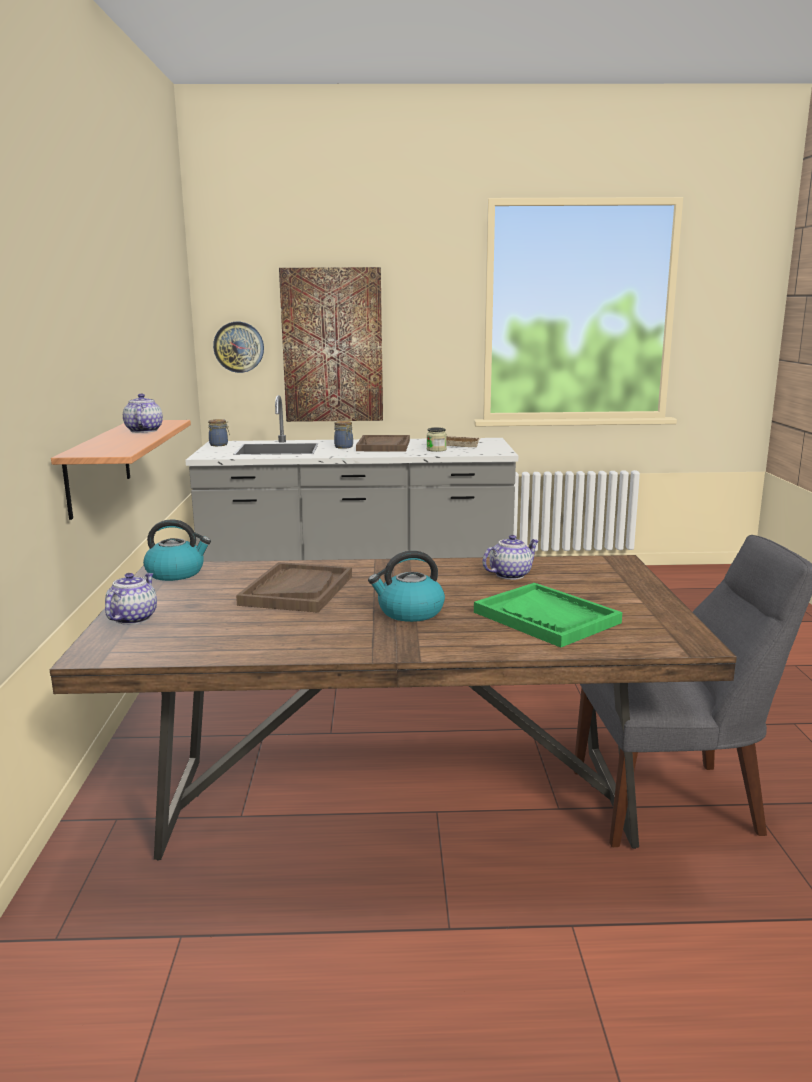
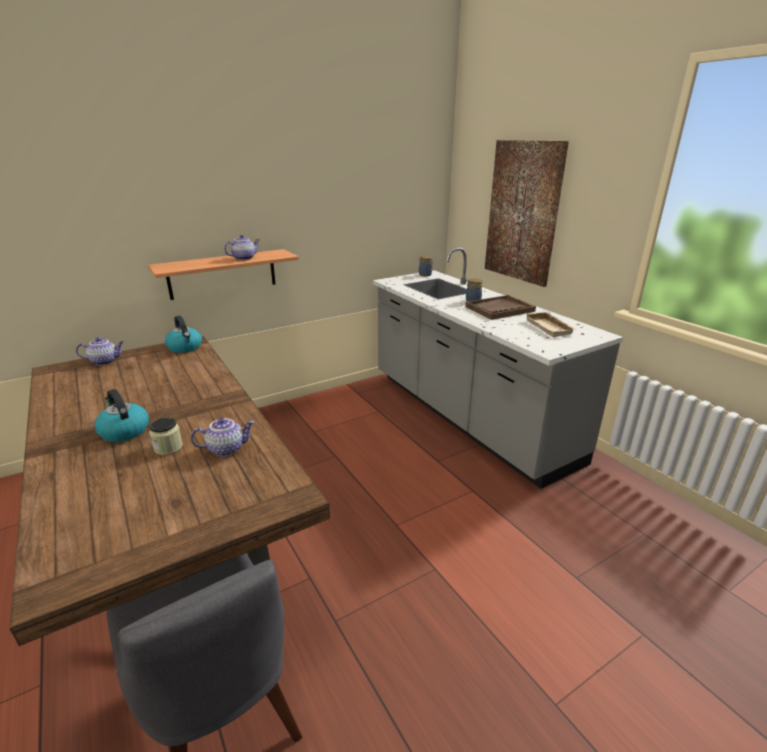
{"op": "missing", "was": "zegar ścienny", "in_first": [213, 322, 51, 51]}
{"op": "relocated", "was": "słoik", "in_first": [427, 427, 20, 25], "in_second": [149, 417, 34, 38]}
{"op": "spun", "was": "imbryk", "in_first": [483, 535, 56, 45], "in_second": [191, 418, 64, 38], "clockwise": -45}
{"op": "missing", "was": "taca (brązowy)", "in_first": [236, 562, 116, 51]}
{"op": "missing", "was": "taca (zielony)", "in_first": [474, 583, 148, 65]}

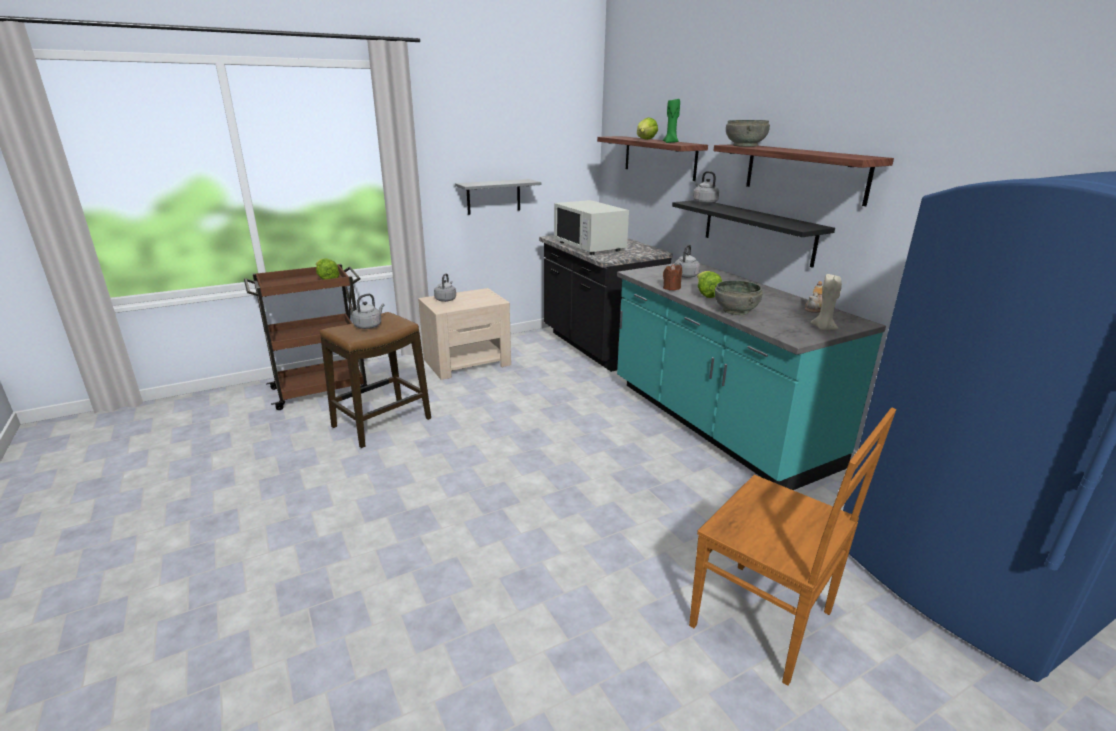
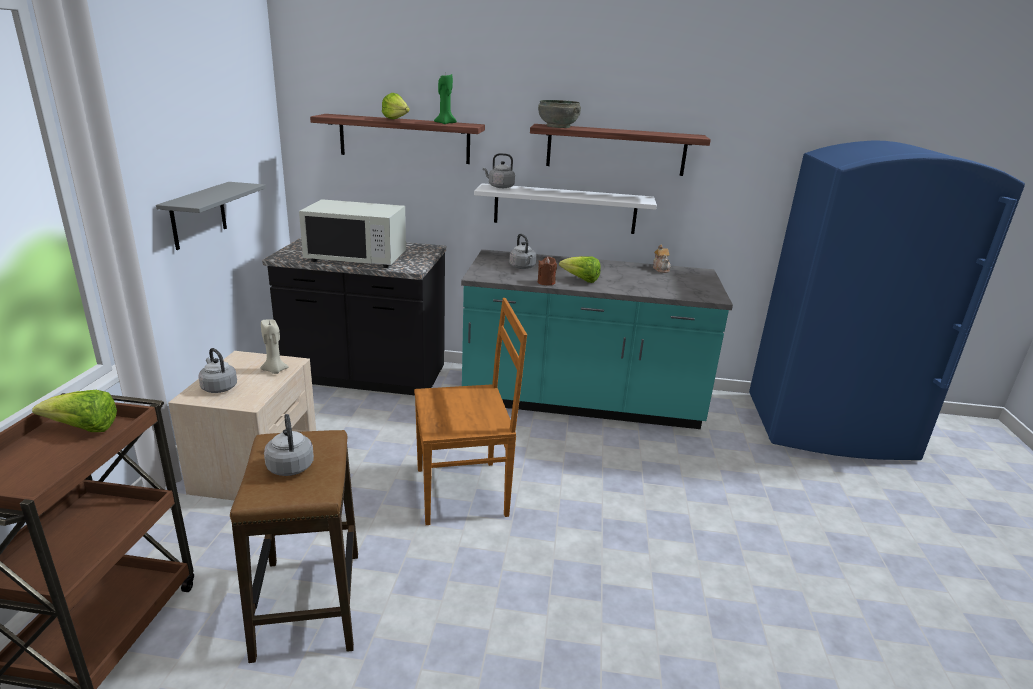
{"op": "colour", "was": "półka (czarny)", "now": "półka (biały)", "in_first": [672, 200, 163, 68], "in_second": [474, 183, 183, 51]}
{"op": "relocated", "was": "świeca (beżowy)", "in_first": [811, 274, 31, 57], "in_second": [261, 320, 28, 54]}
{"op": "missing", "was": "miska (szary)", "in_first": [715, 280, 48, 35]}
{"op": "relocated", "was": "krzesło (brązowy)", "in_first": [689, 408, 207, 278], "in_second": [414, 298, 113, 227]}

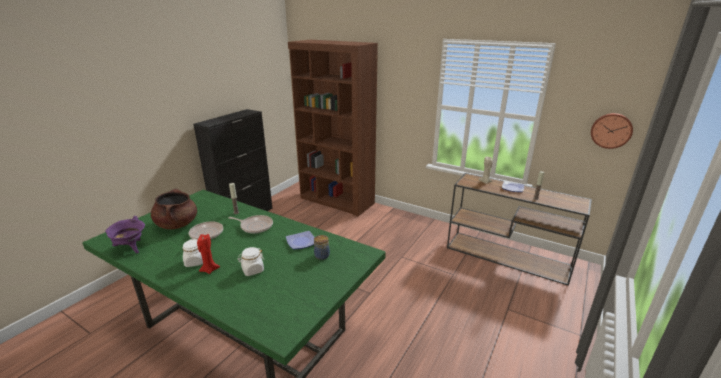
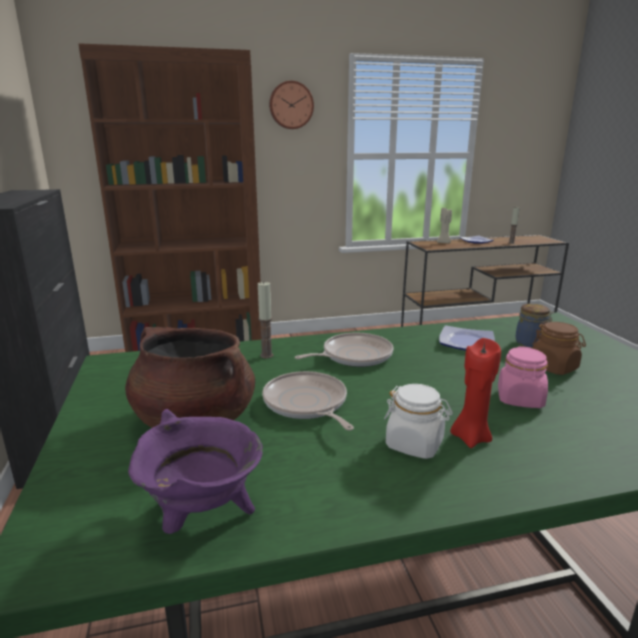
{"op": "relocated", "was": "zegar ścienny", "in_first": [591, 113, 42, 36], "in_second": [269, 81, 45, 48]}
{"op": "colour", "was": "słoik (biały)", "now": "słoik (różowy)", "in_first": [237, 247, 28, 29], "in_second": [498, 346, 50, 62]}
{"op": "appeared", "now": "słoik (brązowy)", "in_second": [532, 321, 54, 54]}

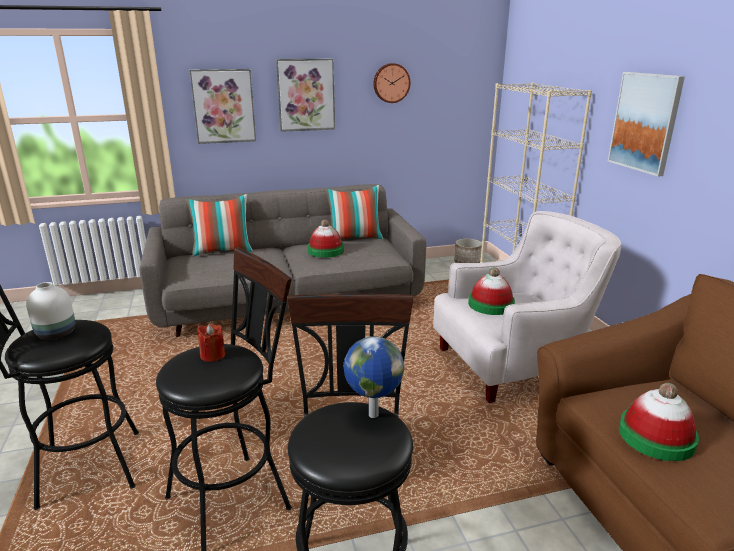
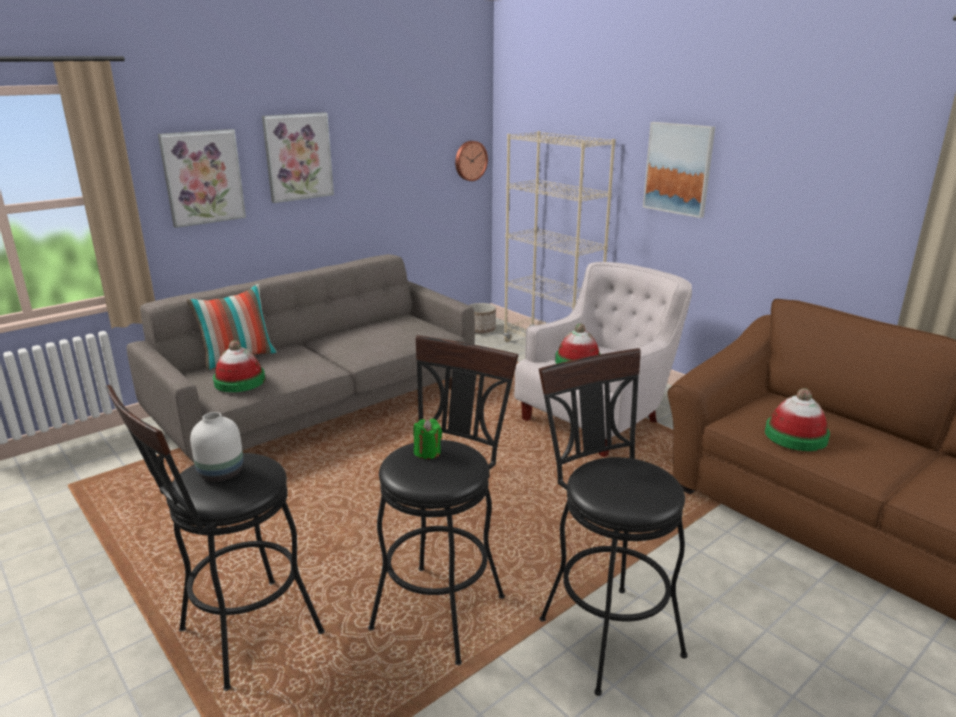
{"op": "relocated", "was": "zegar ścienny", "in_first": [374, 63, 37, 40], "in_second": [455, 141, 33, 40]}
{"op": "missing", "was": "poduszka", "in_first": [325, 185, 58, 54]}
{"op": "relocated", "was": "kapelusz", "in_first": [307, 220, 37, 38], "in_second": [213, 340, 52, 52]}
{"op": "colour", "was": "świeca (czerwony)", "now": "świeca (zielony)", "in_first": [197, 324, 28, 38], "in_second": [414, 419, 28, 40]}
{"op": "missing", "was": "globus", "in_first": [344, 336, 60, 82]}

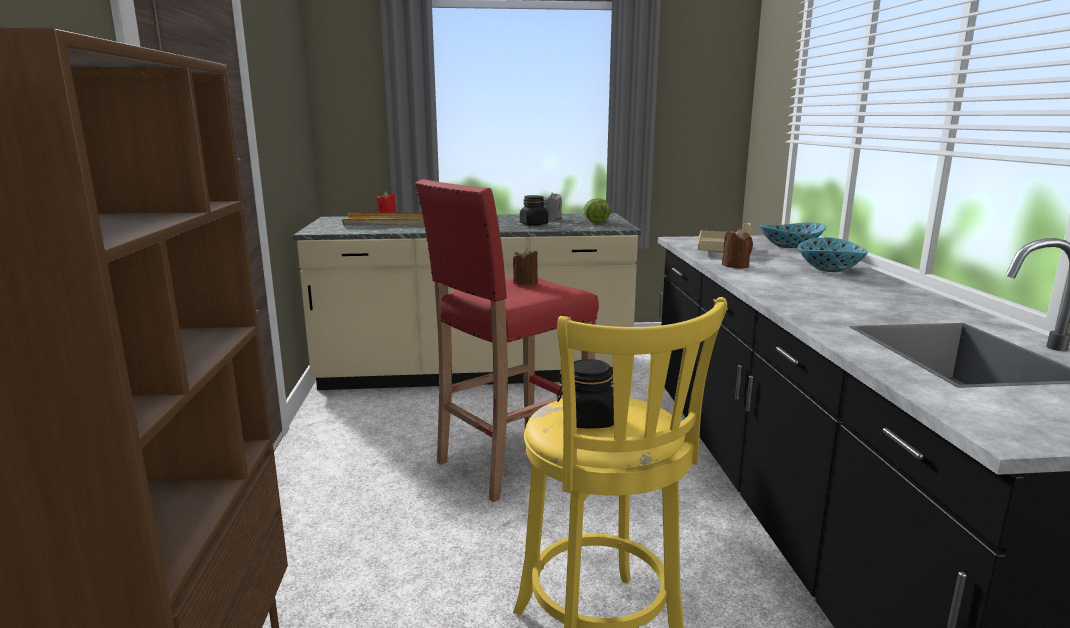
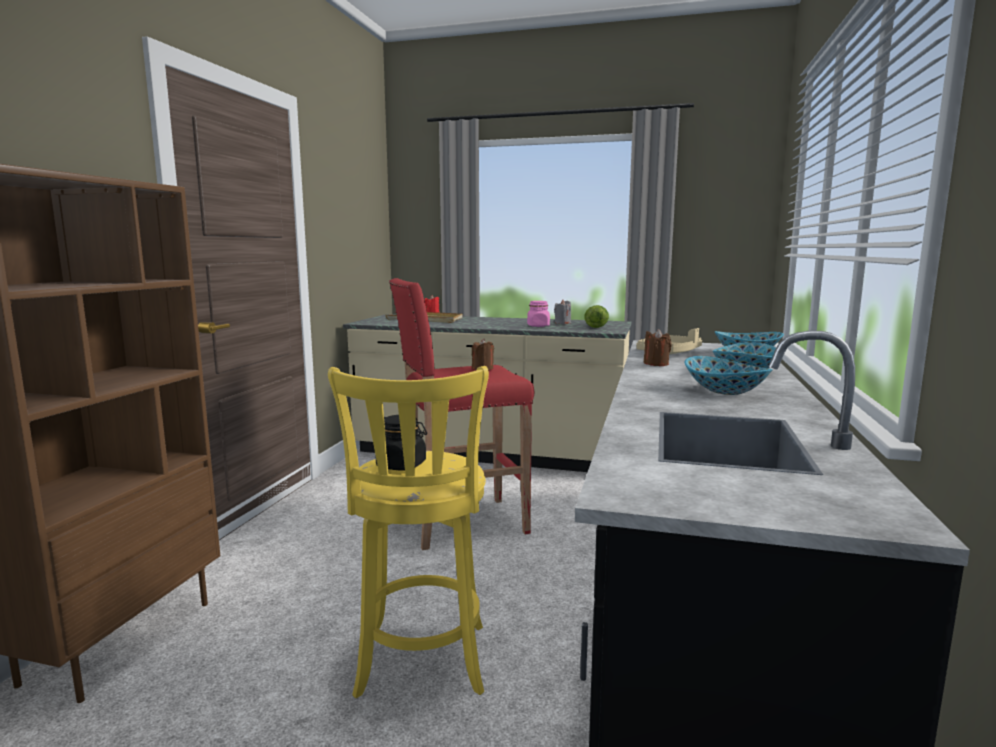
{"op": "colour", "was": "słoik (czarny)", "now": "słoik (różowy)", "in_first": [520, 195, 28, 31], "in_second": [527, 301, 23, 26]}
{"op": "appeared", "now": "miska", "in_second": [684, 356, 89, 39]}

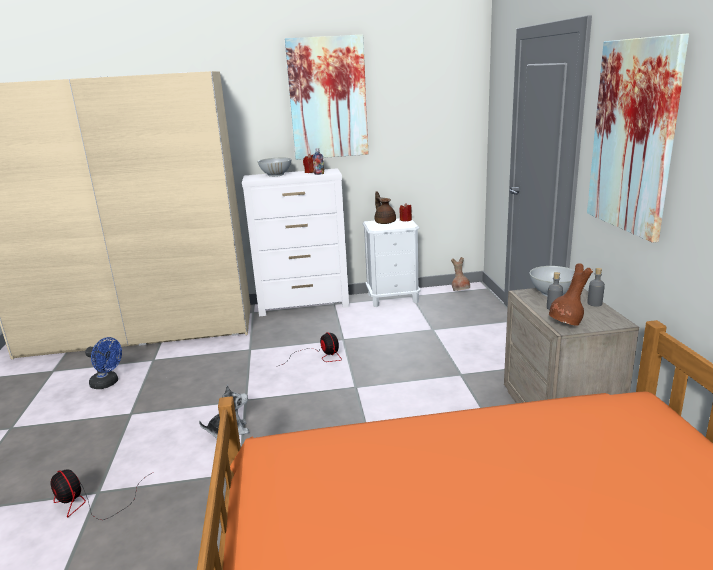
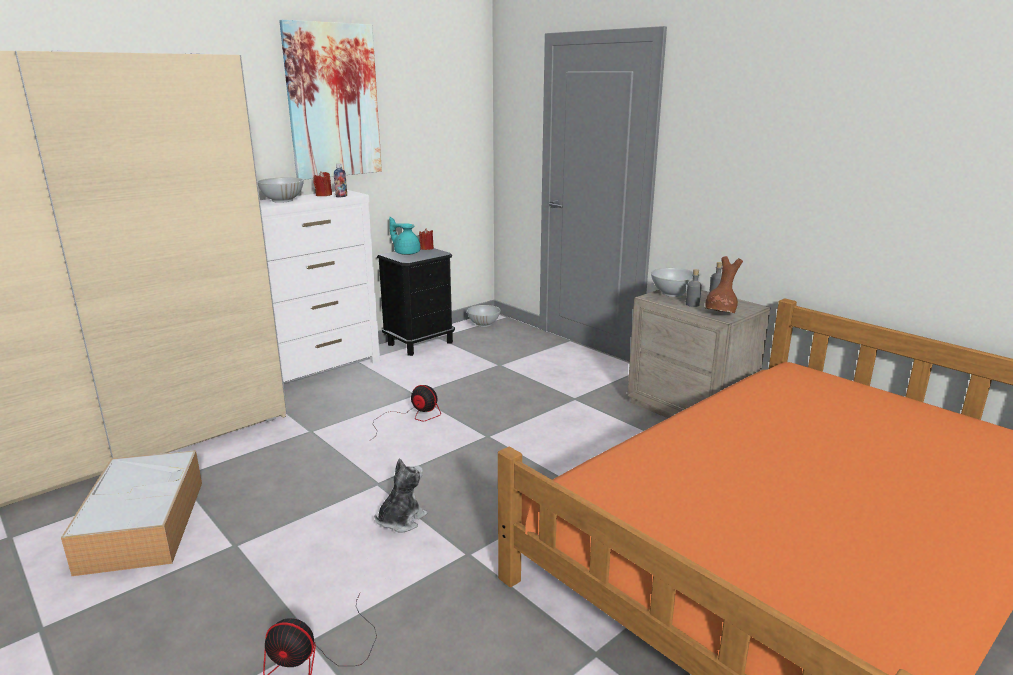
{"op": "missing", "was": "obraz", "in_first": [587, 34, 102, 209]}
{"op": "colour", "was": "imbryk (brązowy)", "now": "imbryk (turkusowy)", "in_first": [374, 191, 22, 33], "in_second": [389, 217, 31, 38]}
{"op": "colour", "was": "szafka nocna (biały)", "now": "szafka nocna (czarny)", "in_first": [362, 218, 59, 89], "in_second": [377, 248, 78, 108]}
{"op": "exchanged", "was": "wazon (brązowy)", "now": "miska (biały)", "in_first": [451, 257, 19, 34], "in_second": [467, 305, 34, 22]}
{"op": "exchanged", "was": "wentylator (niebieski)", "now": "pojemnik do przechowywania", "in_first": [85, 337, 37, 52], "in_second": [61, 450, 141, 126]}

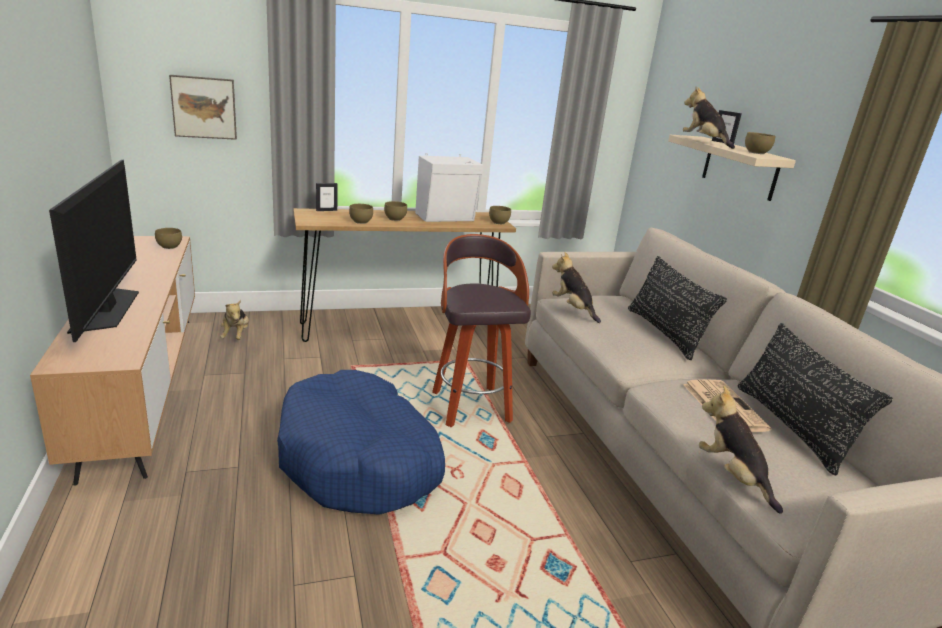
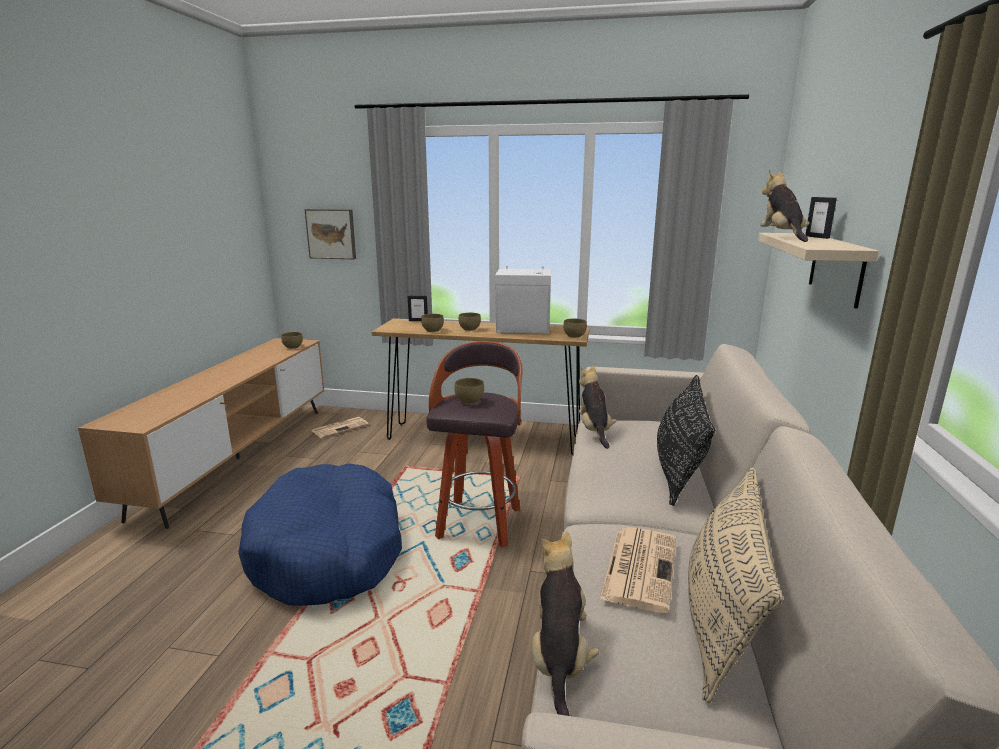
{"op": "relocated", "was": "miska (brązowy)", "in_first": [745, 132, 31, 22], "in_second": [454, 378, 30, 26]}
{"op": "missing", "was": "telewizor", "in_first": [49, 160, 90, 182]}
{"op": "exchanged", "was": "pluszak", "now": "gazeta", "in_first": [220, 300, 29, 40], "in_second": [312, 417, 57, 21]}
{"op": "colour", "was": "poduszka (czarny)", "now": "poduszka (beżowy)", "in_first": [738, 323, 155, 152], "in_second": [688, 467, 95, 236]}

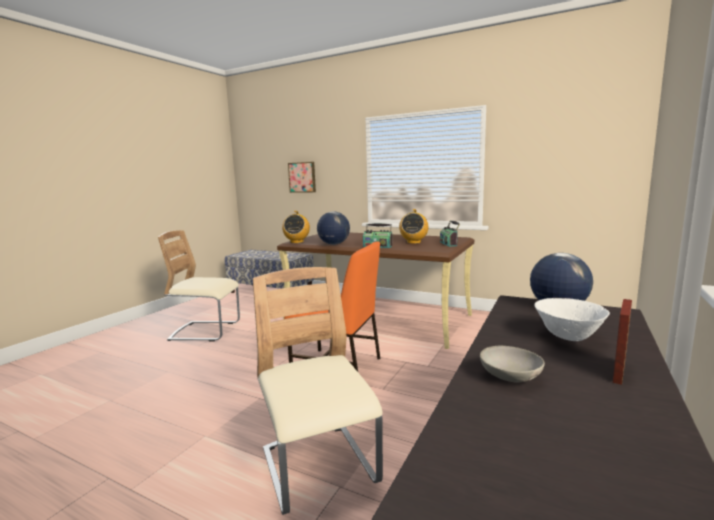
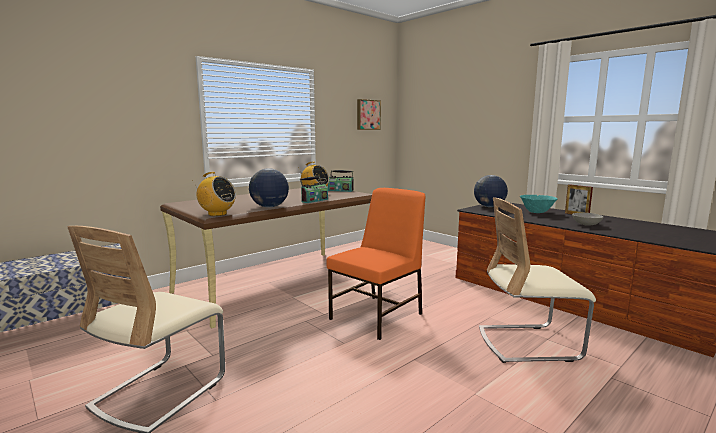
{"op": "relocated", "was": "obraz", "in_first": [288, 162, 28, 31], "in_second": [357, 99, 24, 31]}
{"op": "colour", "was": "miska (biały)", "now": "miska (turkusowy)", "in_first": [534, 298, 76, 43], "in_second": [520, 195, 38, 18]}

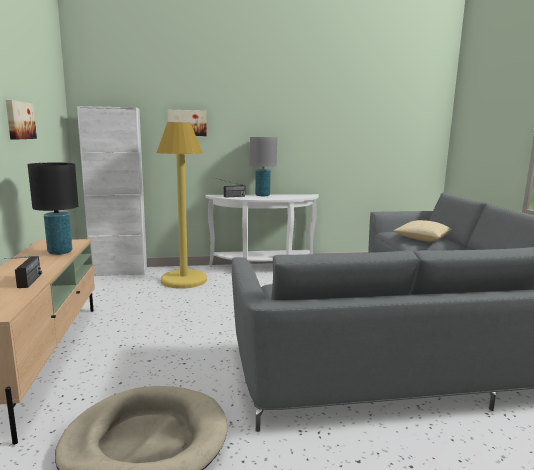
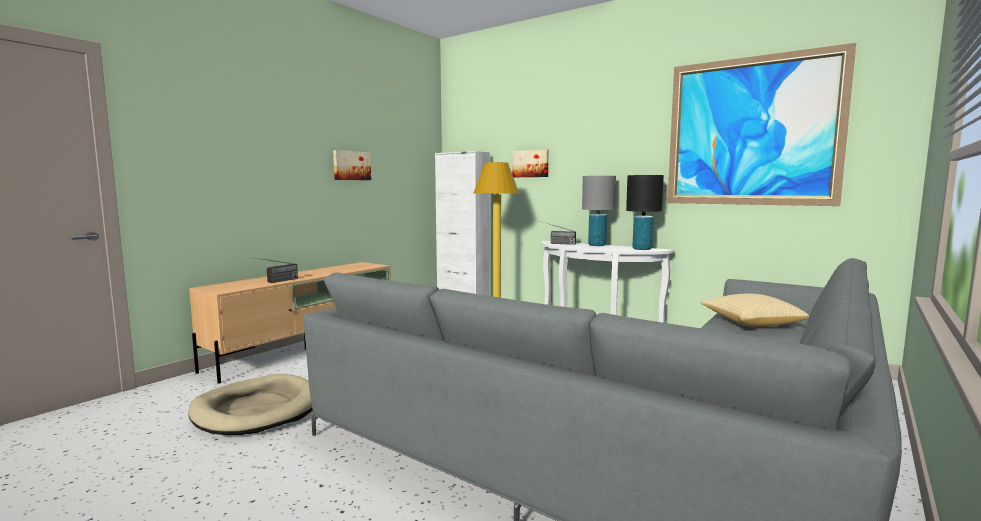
{"op": "relocated", "was": "lampa stołowa (czarny)", "in_first": [27, 163, 51, 92], "in_second": [626, 175, 38, 75]}
{"op": "appeared", "now": "obraz", "in_second": [667, 43, 189, 163]}

